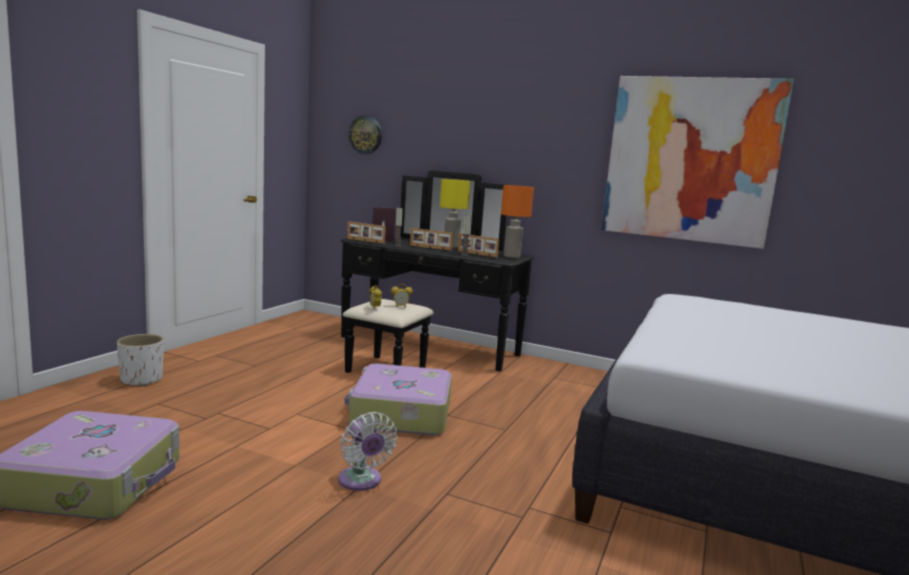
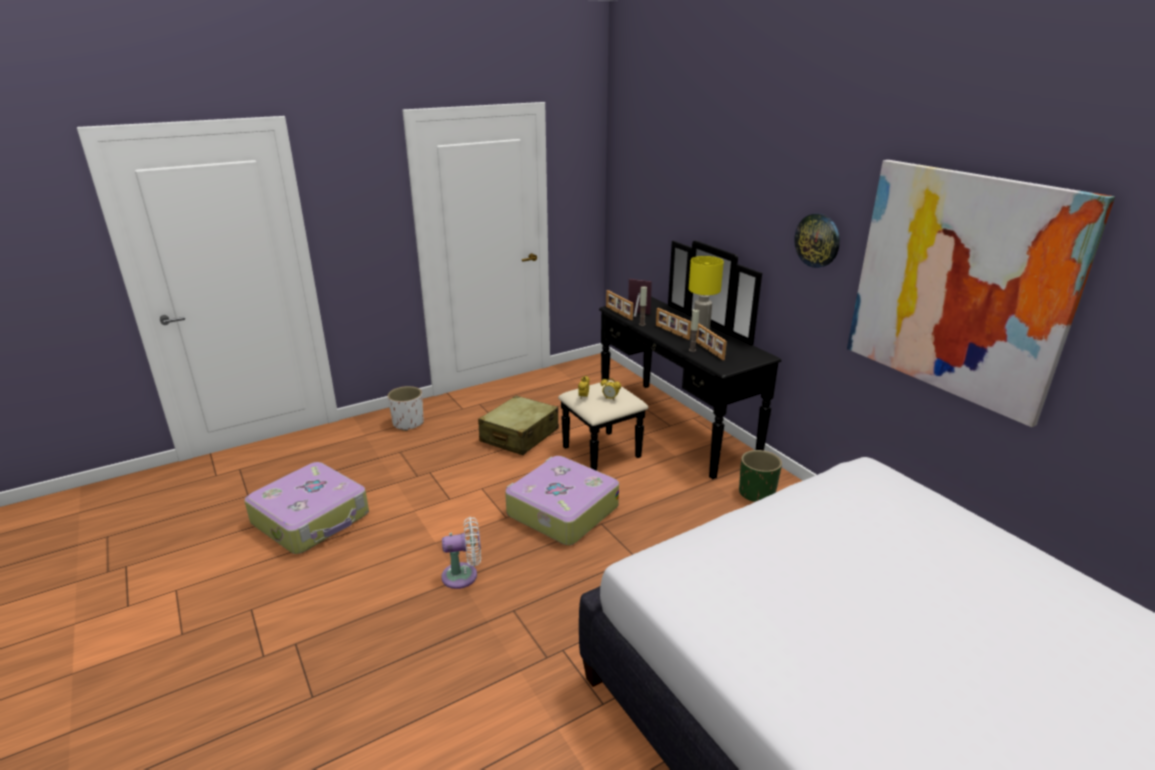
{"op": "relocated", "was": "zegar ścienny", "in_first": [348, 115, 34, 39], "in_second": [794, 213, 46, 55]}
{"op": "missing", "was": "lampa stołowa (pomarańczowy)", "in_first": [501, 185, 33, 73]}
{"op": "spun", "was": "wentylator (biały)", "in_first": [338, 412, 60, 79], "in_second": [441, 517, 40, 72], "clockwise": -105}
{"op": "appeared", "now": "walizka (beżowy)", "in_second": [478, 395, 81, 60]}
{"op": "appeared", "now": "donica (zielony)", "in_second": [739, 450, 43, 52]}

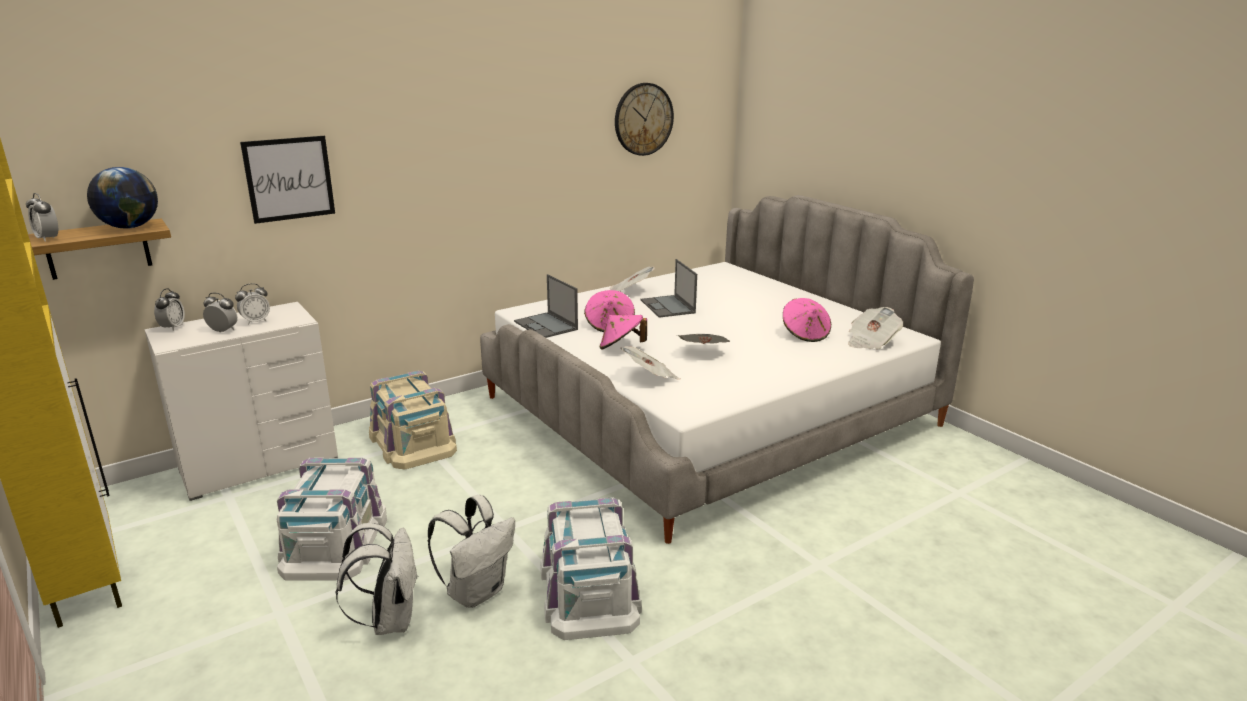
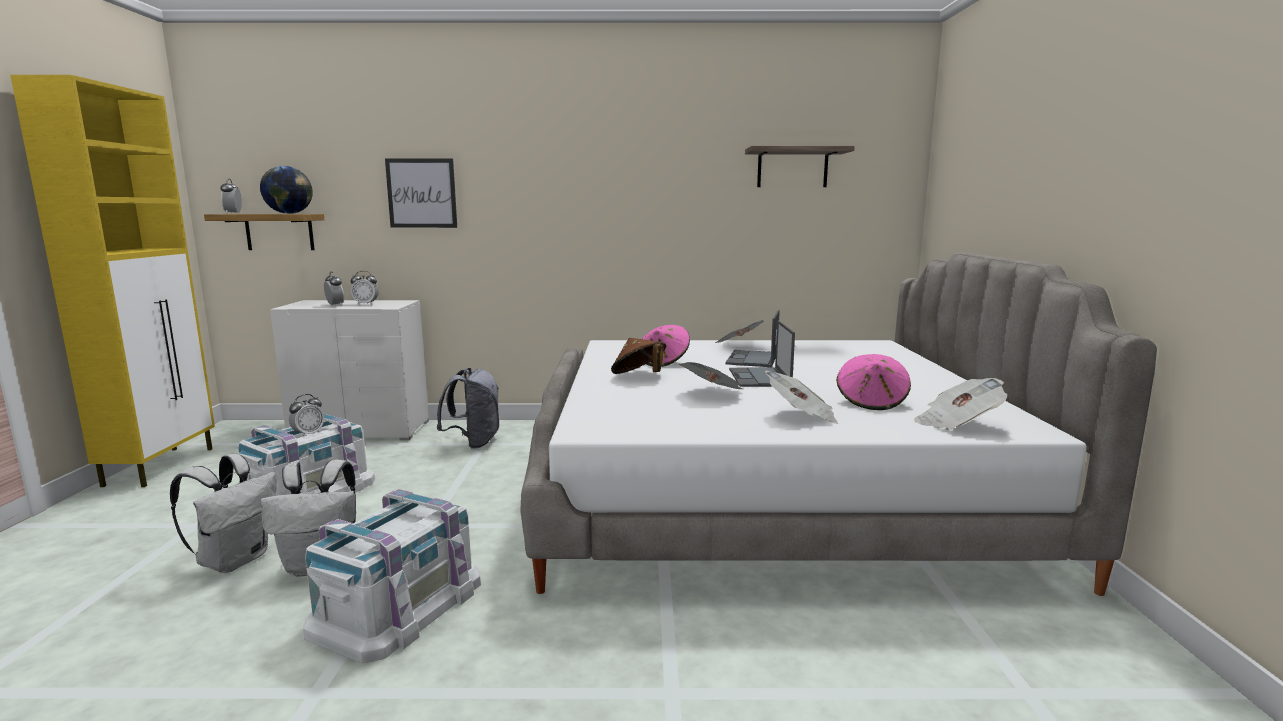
{"op": "exchanged", "was": "zegar ścienny", "now": "półka", "in_first": [615, 83, 59, 73], "in_second": [745, 146, 110, 41]}
{"op": "relocated", "was": "laptop", "in_first": [514, 274, 64, 64], "in_second": [729, 320, 66, 67]}
{"op": "relocated", "was": "budzik", "in_first": [154, 288, 31, 43], "in_second": [289, 394, 35, 43]}
{"op": "colour", "was": "kapelusz (różowy)", "now": "kapelusz (brązowy)", "in_first": [600, 315, 47, 35], "in_second": [611, 338, 55, 36]}
{"op": "relocated", "was": "gazeta", "in_first": [620, 346, 60, 33], "in_second": [765, 370, 73, 54]}
{"op": "exchanged", "was": "pojemnik do przechowywania (beżowy)", "now": "plecak (szary)", "in_first": [369, 370, 88, 99], "in_second": [437, 368, 62, 81]}

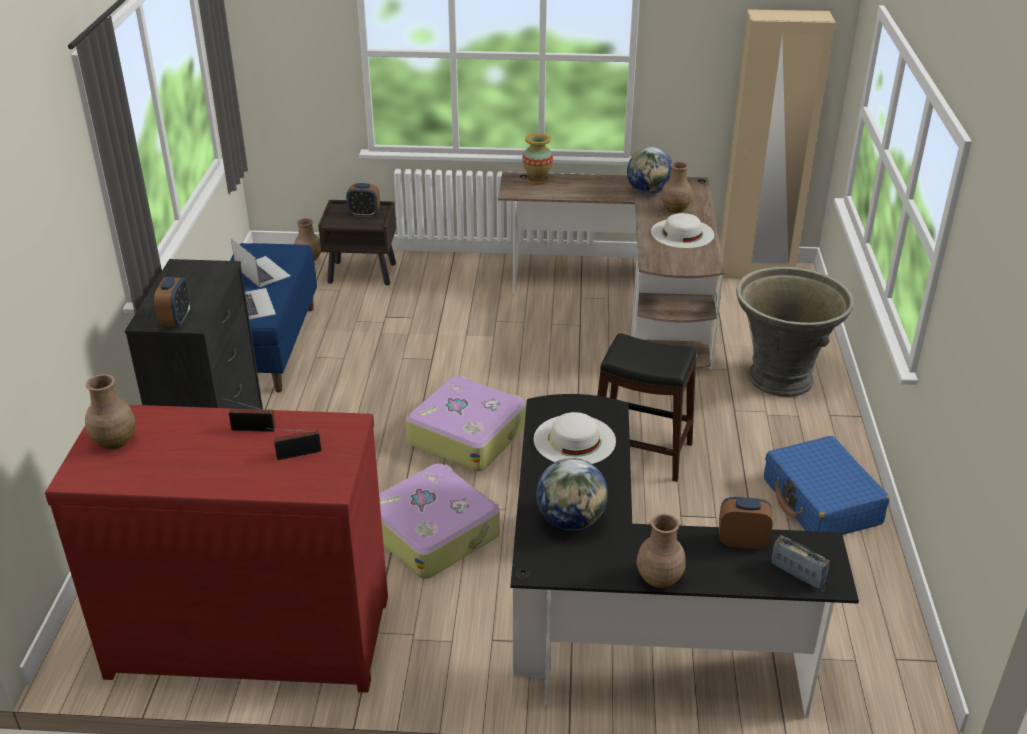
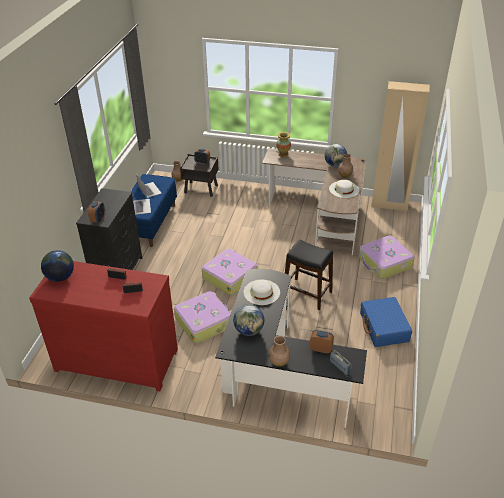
{"op": "exchanged", "was": "donica (szary)", "now": "walizka", "in_first": [736, 267, 118, 130], "in_second": [359, 235, 56, 44]}
{"op": "exchanged", "was": "wazon (brązowy)", "now": "globus", "in_first": [85, 374, 51, 75], "in_second": [41, 250, 33, 32]}

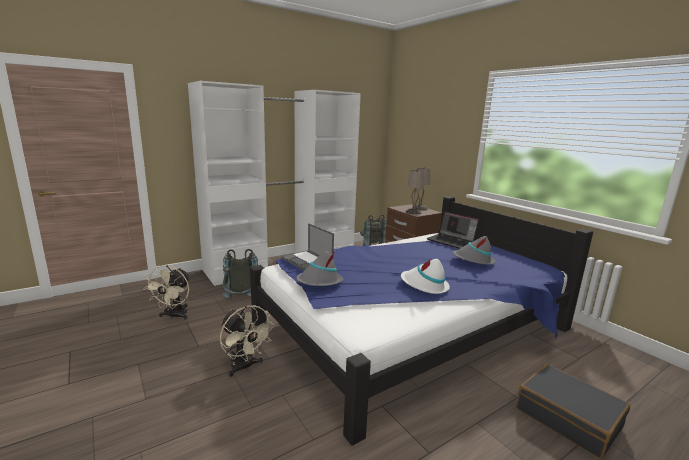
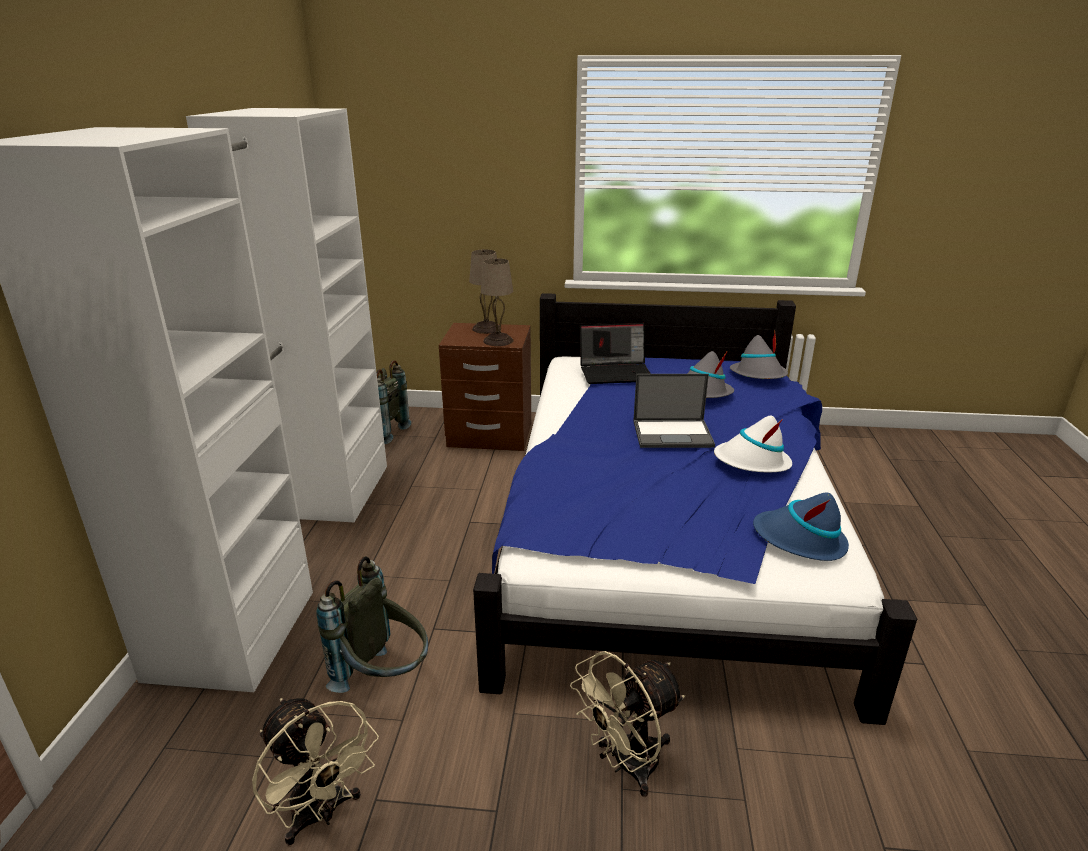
{"op": "relocated", "was": "laptop", "in_first": [282, 223, 52, 48], "in_second": [633, 374, 82, 74]}
{"op": "relocated", "was": "kapelusz (szary)", "in_first": [296, 251, 47, 35], "in_second": [730, 332, 58, 47]}
{"op": "spun", "was": "wentylator (beżowy)", "in_first": [220, 305, 55, 72], "in_second": [570, 651, 115, 146], "clockwise": 150}
{"op": "missing", "was": "walizka (czarny)", "in_first": [516, 364, 114, 95]}
{"op": "appeared", "now": "kapelusz (niebieski)", "in_second": [753, 492, 96, 69]}

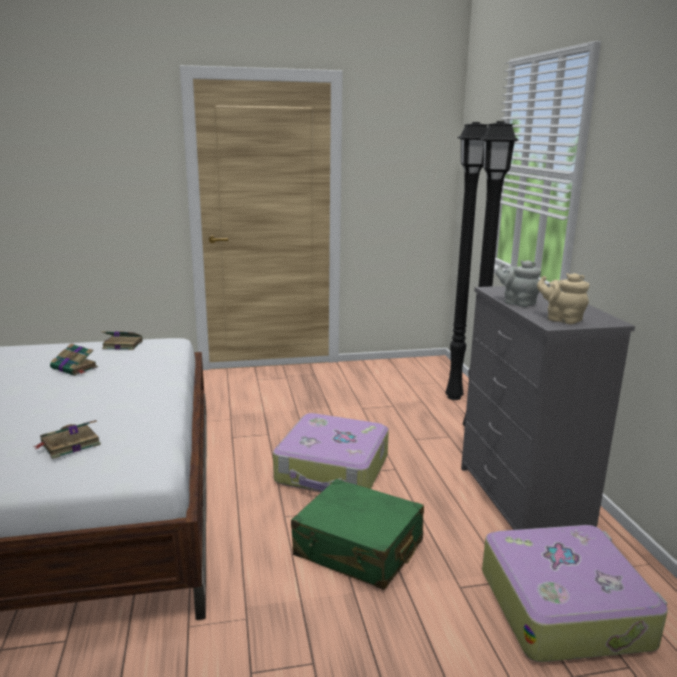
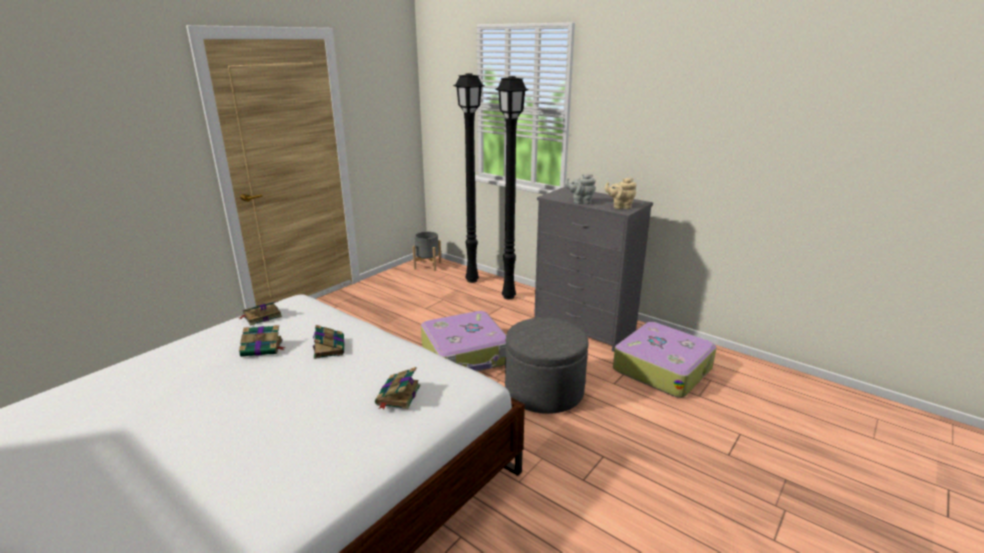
{"op": "exchanged", "was": "walizka (zielony)", "now": "pufa (szary)", "in_first": [291, 479, 133, 111], "in_second": [505, 318, 83, 96]}
{"op": "appeared", "now": "donica (szary)", "in_second": [412, 231, 30, 40]}
{"op": "appeared", "now": "książka", "in_second": [313, 325, 31, 34]}

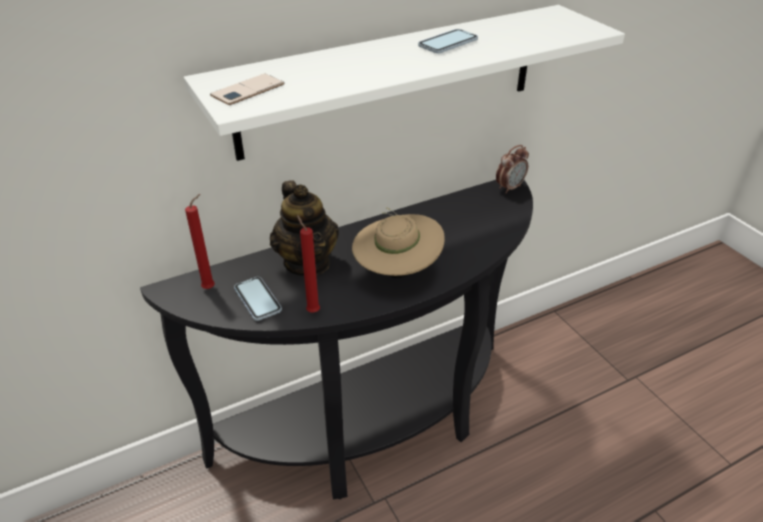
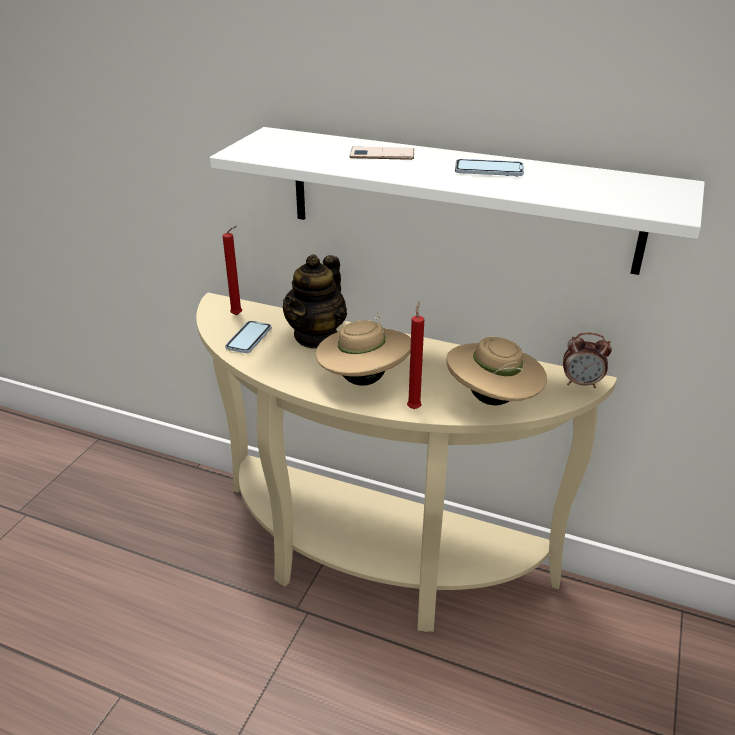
{"op": "relocated", "was": "telefon", "in_first": [210, 74, 75, 31], "in_second": [349, 146, 65, 14]}
{"op": "colour", "was": "stolik konsolowy (czarny)", "now": "stolik konsolowy (beżowy)", "in_first": [140, 180, 393, 319], "in_second": [196, 293, 421, 339]}
{"op": "relocated", "was": "świeca (czerwony)", "in_first": [297, 215, 23, 98], "in_second": [407, 301, 17, 108]}
{"op": "appeared", "now": "kapelusz (beżowy)", "in_second": [446, 337, 101, 68]}

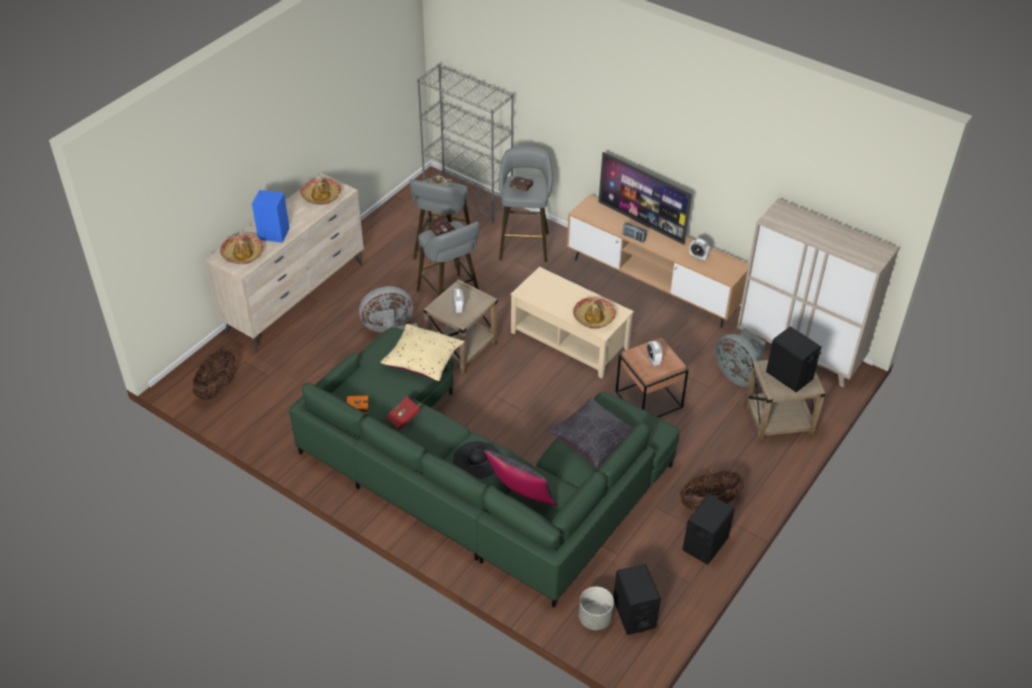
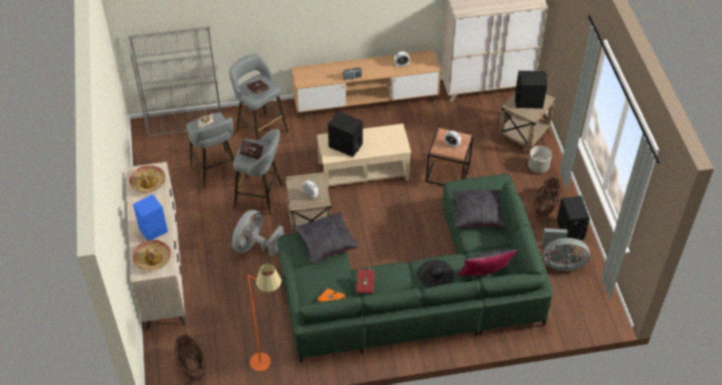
{"op": "missing", "was": "telewizor", "in_first": [599, 152, 93, 93]}
{"op": "missing", "was": "kapelusz", "in_first": [573, 297, 43, 32]}
{"op": "colour", "was": "poduszka (beżowy)", "now": "poduszka (czarny)", "in_first": [380, 324, 84, 57], "in_second": [294, 212, 66, 51]}
{"op": "relocated", "was": "wentylator (szary)", "in_first": [715, 328, 51, 59], "in_second": [541, 228, 49, 43]}
{"op": "relocated", "was": "głośnik (czarny)", "in_first": [613, 564, 48, 71], "in_second": [327, 111, 36, 46]}
{"op": "relocated", "was": "donica (szary)", "in_first": [579, 587, 35, 43], "in_second": [528, 146, 24, 27]}
{"op": "appeared", "now": "lampa stojąca (pomarańczowy)", "in_second": [248, 263, 33, 108]}

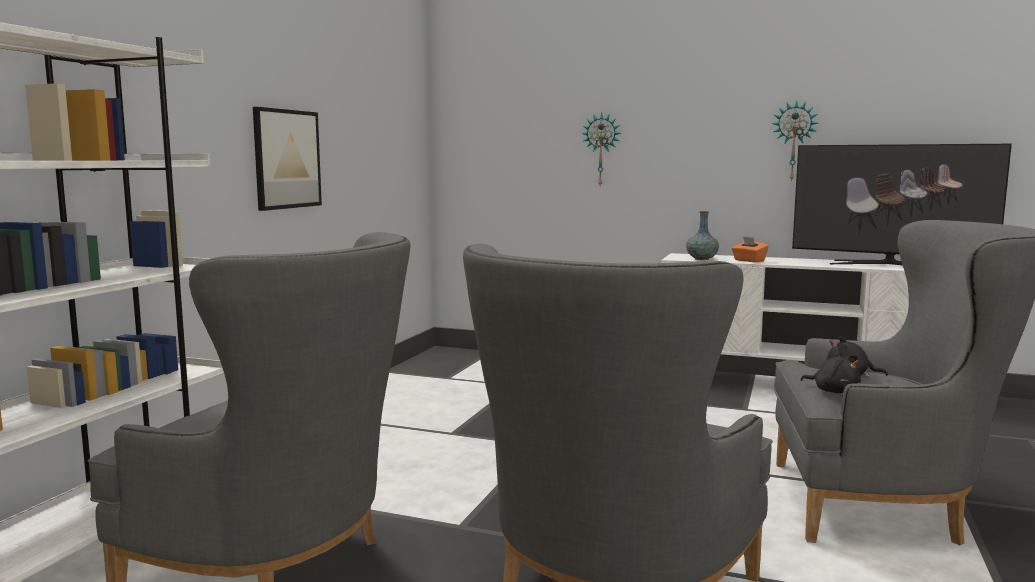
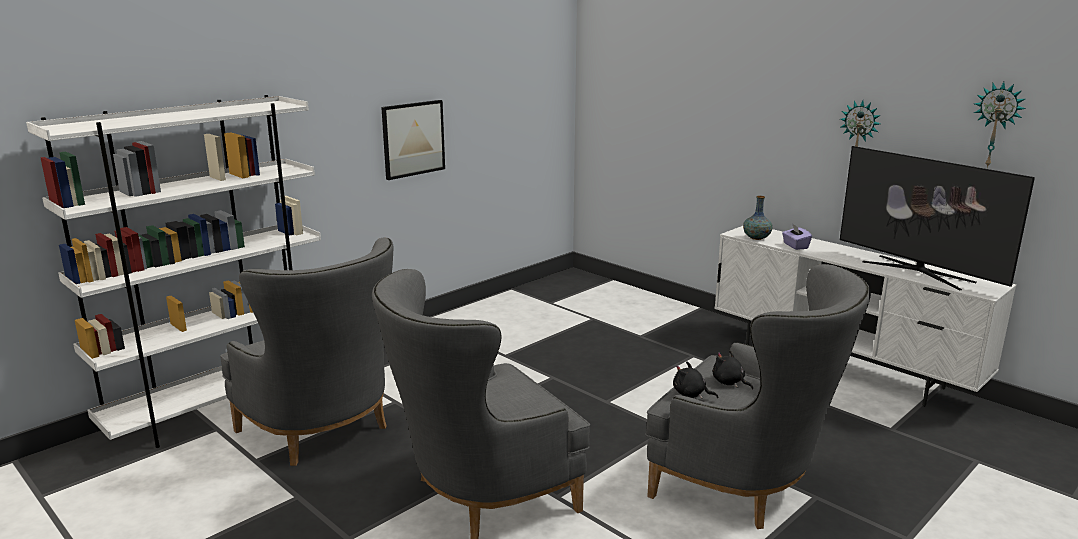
{"op": "relocated", "was": "zegar ścienny", "in_first": [582, 113, 39, 73], "in_second": [974, 82, 52, 86]}
{"op": "colour", "was": "pudełko chusteczek (pomarańczowy)", "now": "pudełko chusteczek (fioletowy)", "in_first": [732, 236, 37, 26], "in_second": [782, 225, 30, 25]}
{"op": "spun", "was": "pluszak (czarny)", "in_first": [801, 355, 60, 38], "in_second": [673, 361, 45, 38], "clockwise": 135}

